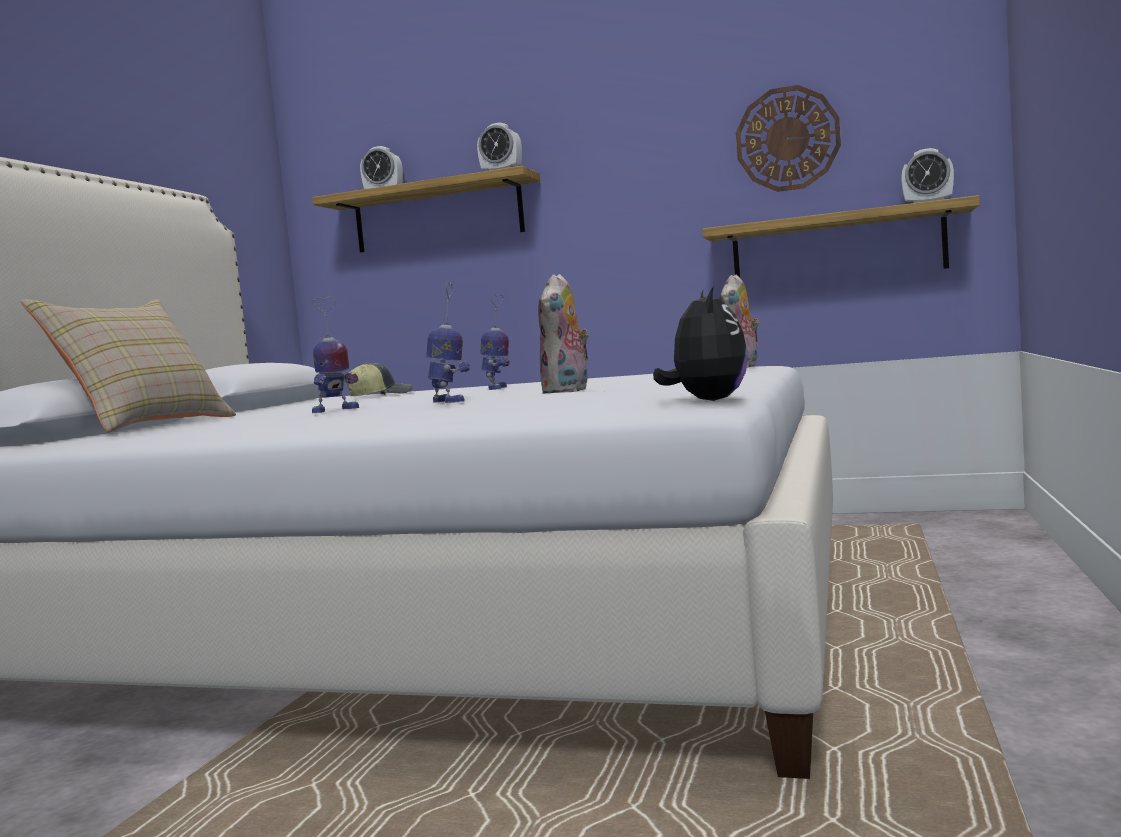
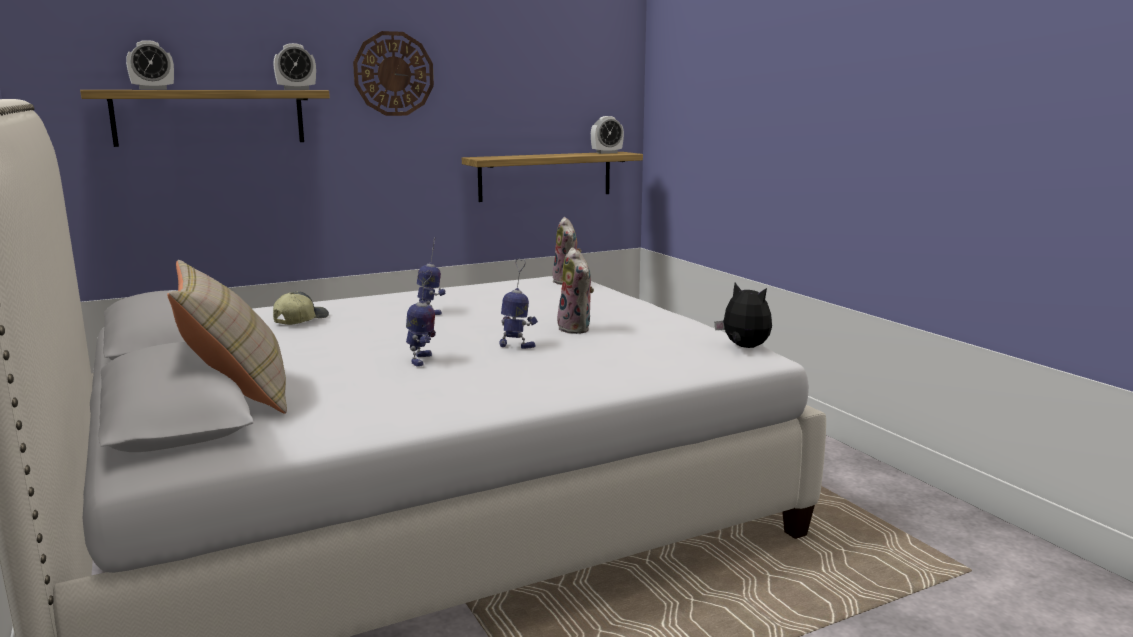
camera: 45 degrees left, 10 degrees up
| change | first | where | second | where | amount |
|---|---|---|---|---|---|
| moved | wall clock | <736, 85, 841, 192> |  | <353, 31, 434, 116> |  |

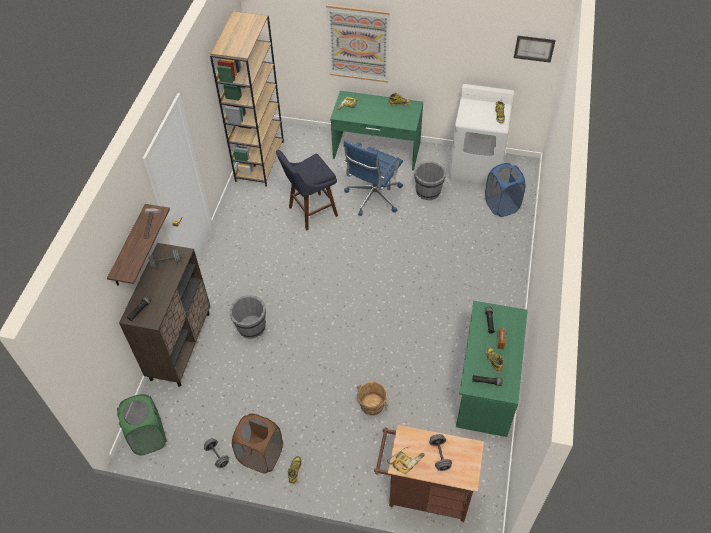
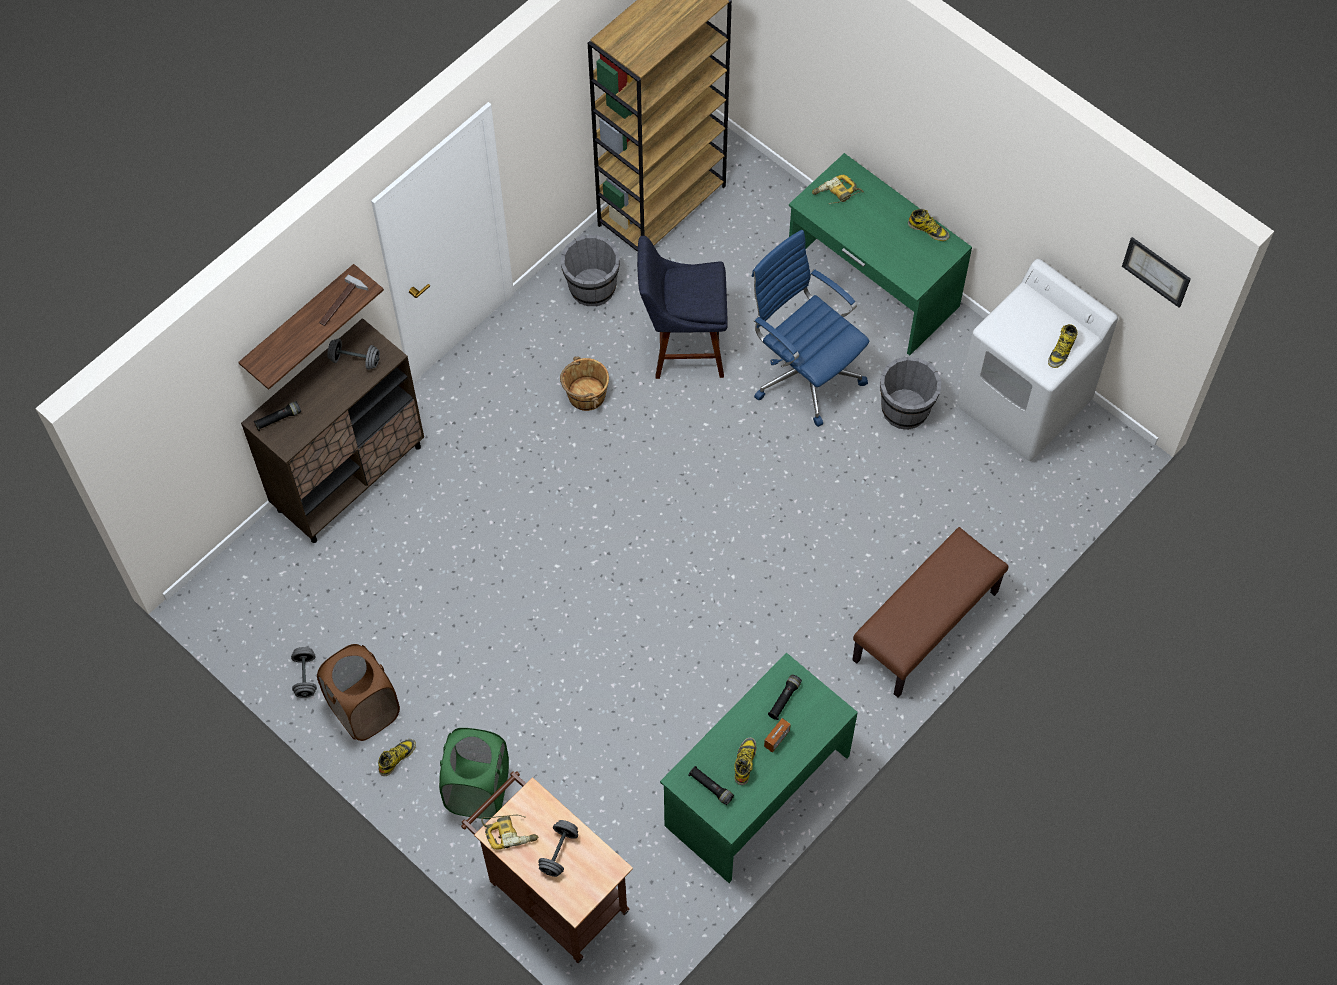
camera: 30 degrees right, 10 degrees up
| change | first | where | second | where | amount |
|---|---|---|---|---|---|
| removed | picture | <326, 5, 390, 83> |  |  |  |
| removed | laundry basket in blue | <485, 163, 525, 217> |  |  |  |
| added |  |  | bench in brown | <853, 527, 1008, 698> |  |
| moved | laundry basket in green | <117, 394, 167, 455> |  | <439, 728, 509, 819> |  |
| moved | bucket in grey | <229, 295, 266, 339> |  | <561, 235, 620, 307> |  |
| moved | bucket in brown | <357, 382, 388, 415> |  | <560, 356, 609, 411> |  |
| turned | office chair in blue | <344, 140, 403, 216> |  | <752, 230, 869, 427> | 75 degrees clockwise |

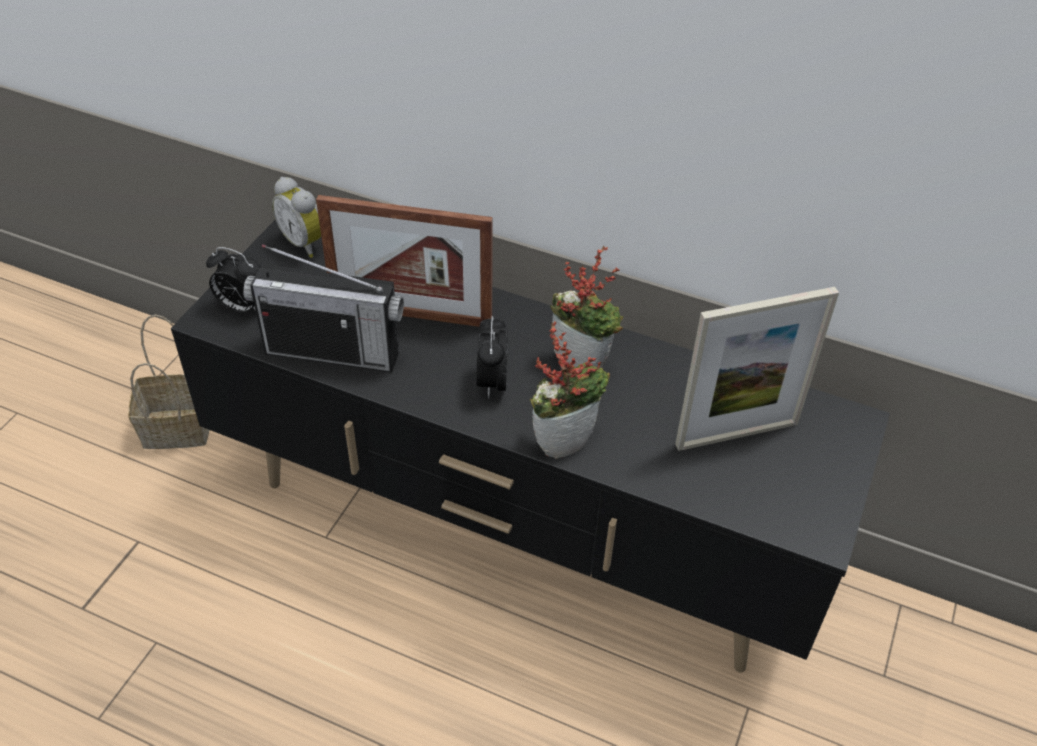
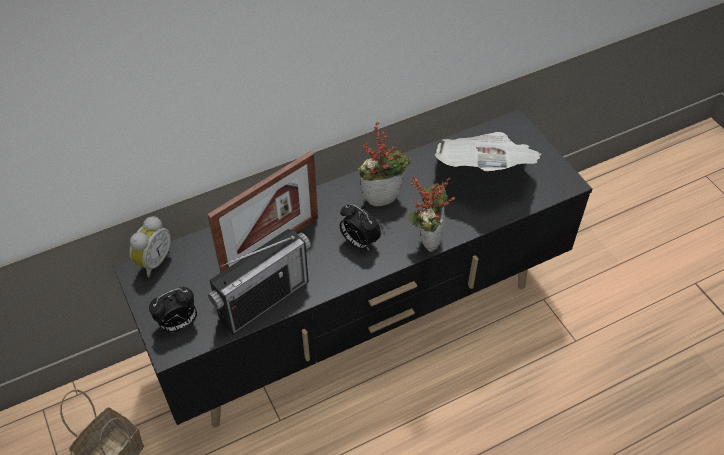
camera: 50 degrees left, 5 degrees up
| change | first | where | second | where | amount |
|---|---|---|---|---|---|
| replaced | picture frame | <675, 287, 839, 451> | newspaper | <435, 132, 541, 171> |  |
| turned | alarm clock | <272, 177, 321, 258> |  | <129, 216, 171, 277> | 60 degrees counterclockwise |

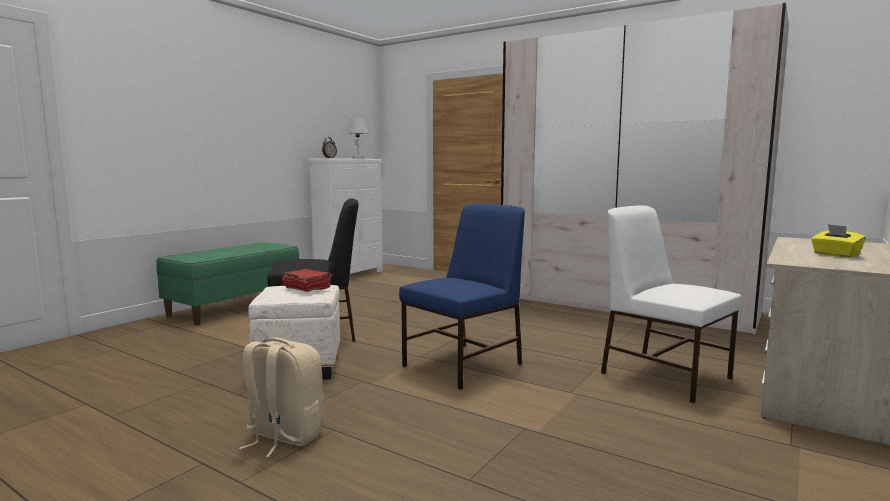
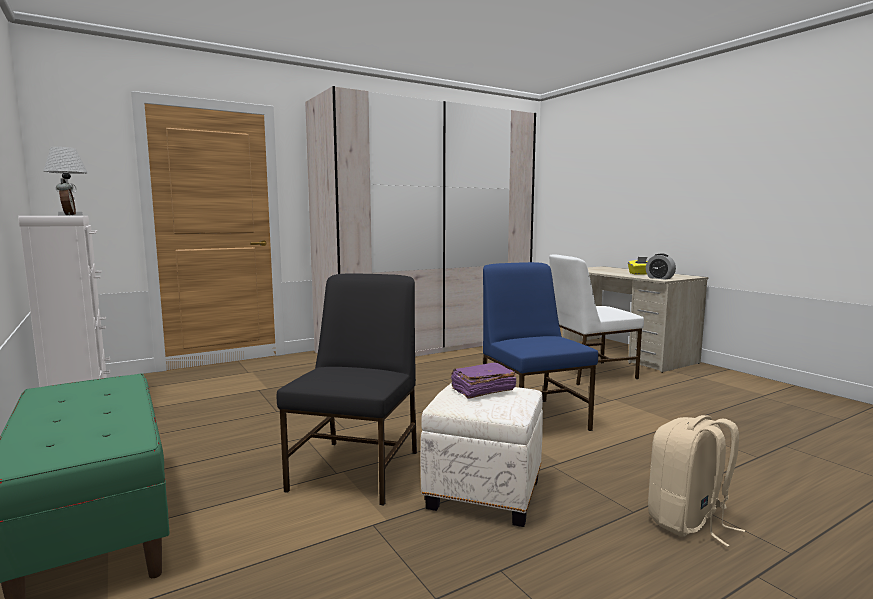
camera: 65 degrees left, 0 degrees up
| change | first | where | second | where | amount |
|---|---|---|---|---|---|
| added |  |  | alarm clock | <646, 254, 676, 280> |  |
| recoloured | book in red | <282, 269, 332, 292> | book in purple | <451, 363, 517, 399> |  |

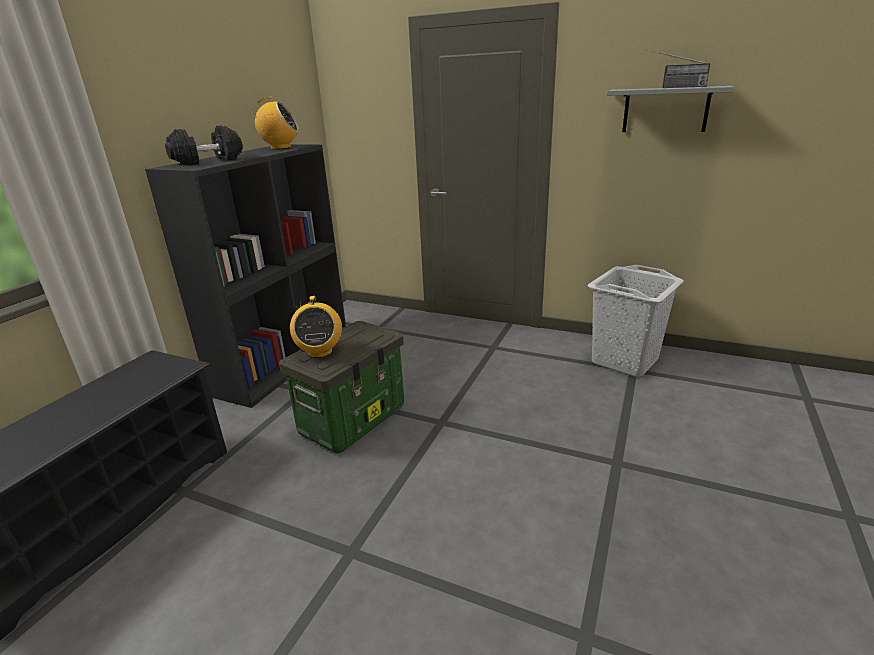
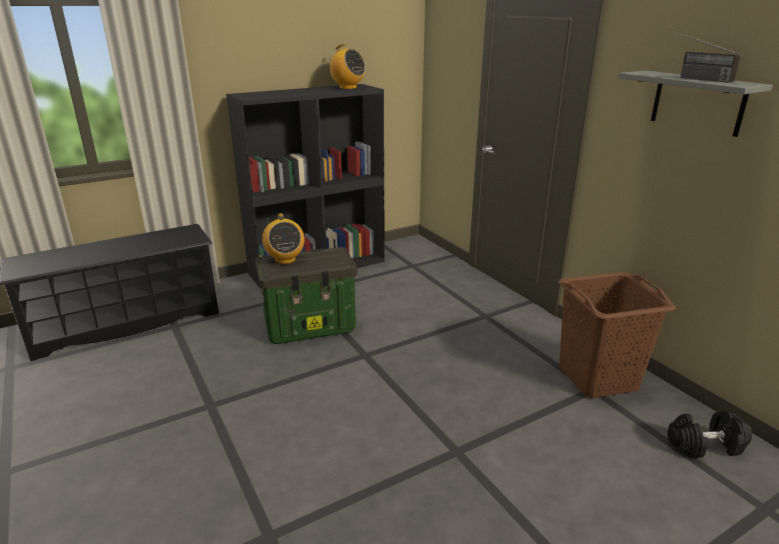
camera: 35 degrees right, 0 degrees up
| change | first | where | second | where | amount |
|---|---|---|---|---|---|
| moved | dumbbell in black | <165, 125, 243, 165> |  | <667, 411, 752, 459> |  |
| recoloured | laundry basket in grey | <588, 265, 684, 377> | laundry basket in brown | <558, 272, 676, 398> |  |
| turned | radio | <290, 296, 342, 358> |  | <262, 213, 305, 264> | 45 degrees counterclockwise |

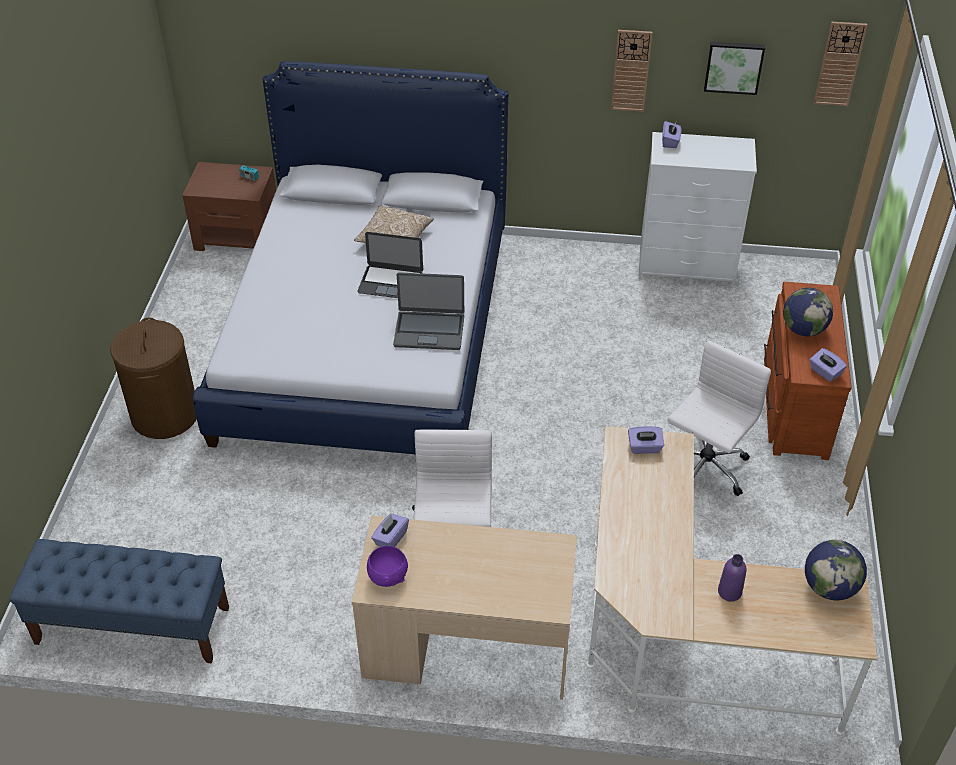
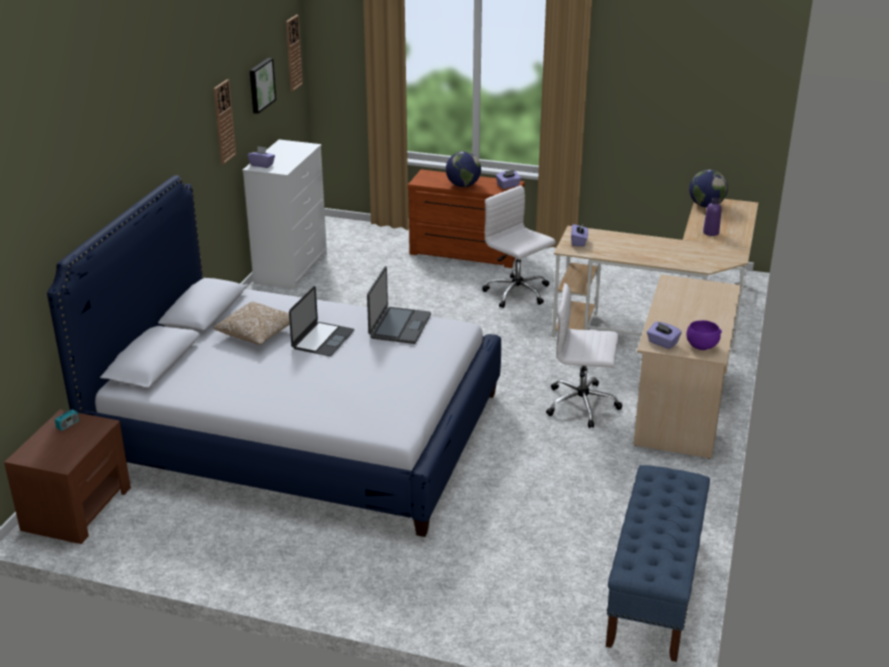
camera: 80 degrees left, 15 degrees down
| change | first | where | second | where | amount |
|---|---|---|---|---|---|
| removed | laundry basket in brown | <110, 318, 197, 439> |  |  |  |

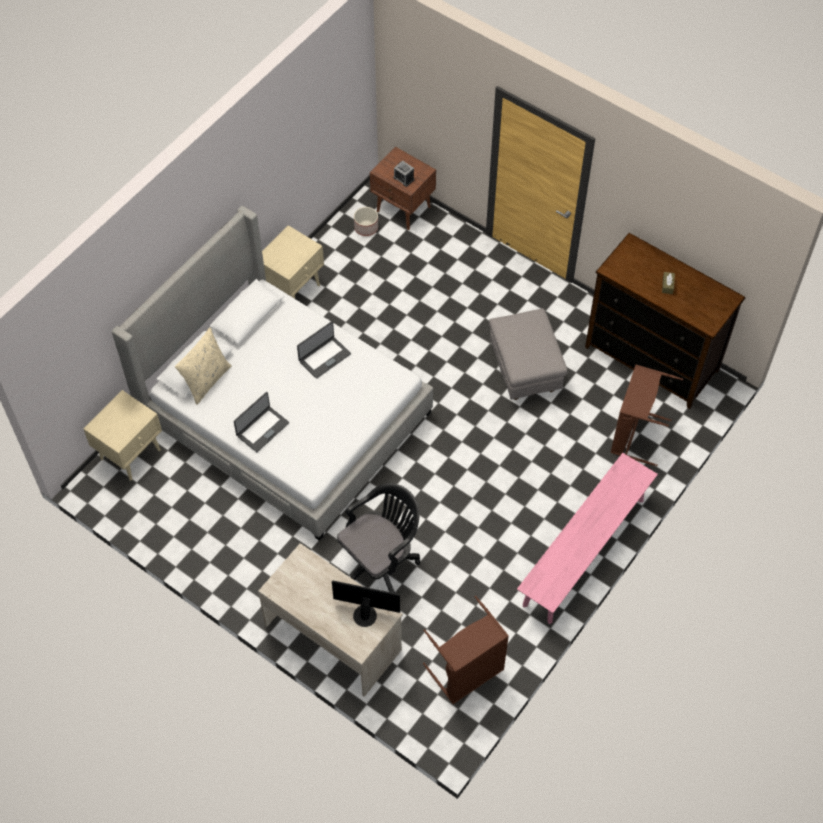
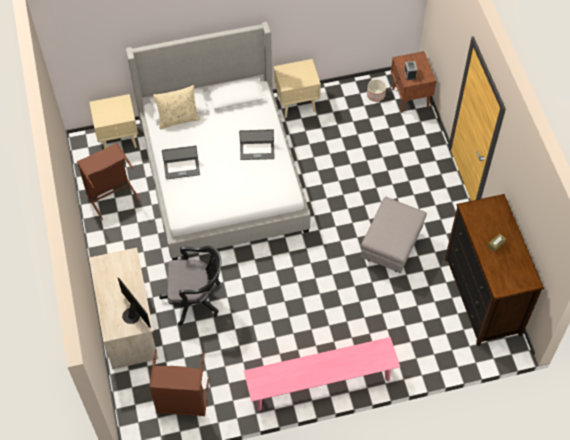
camera: 40 degrees right, 0 degrees up
| change | first | where | second | where | amount |
|---|---|---|---|---|---|
| moved | laundry basket in brown | <611, 365, 683, 466> |  | <77, 143, 141, 220> |  |

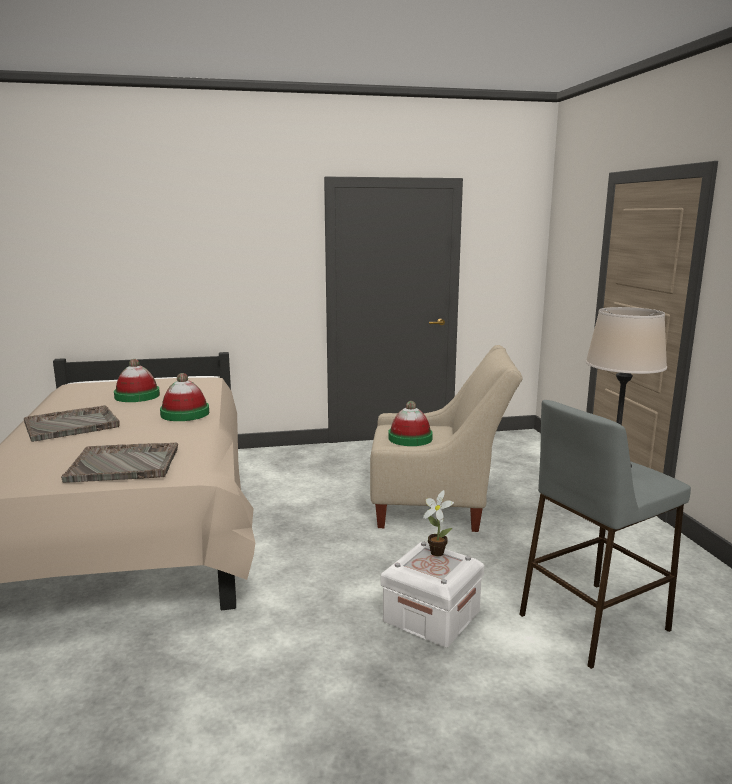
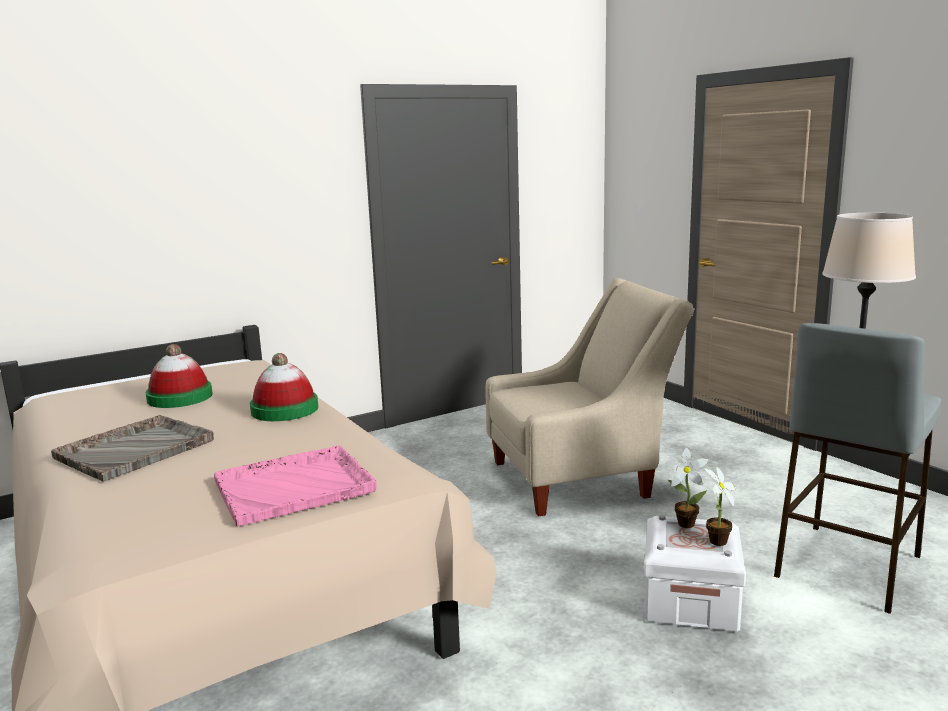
camera: 20 degrees left, 0 degrees up
| change | first | where | second | where | amount |
|---|---|---|---|---|---|
| removed | hat | <388, 401, 433, 446> |  |  |  |
| added |  |  | potted plant | <705, 466, 736, 546> |  |
| recoloured | tray in grey | <61, 442, 178, 483> | tray in pink | <214, 445, 376, 526> |  |

